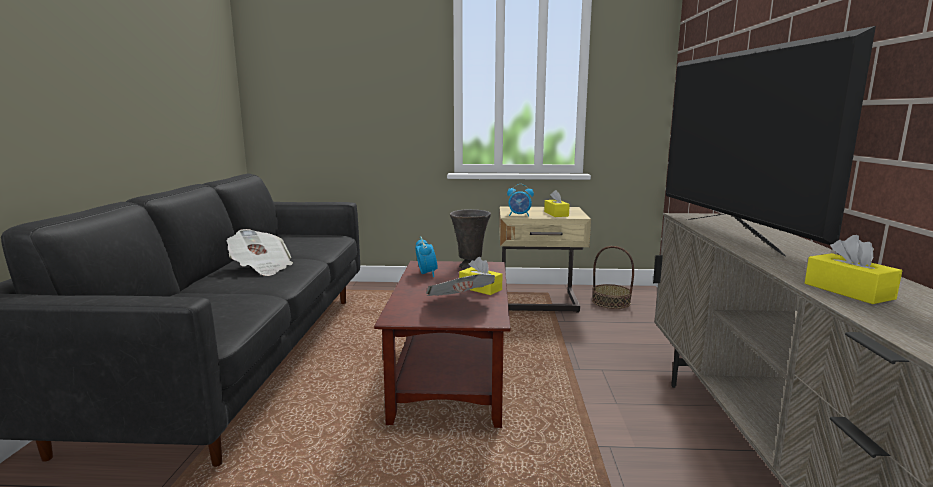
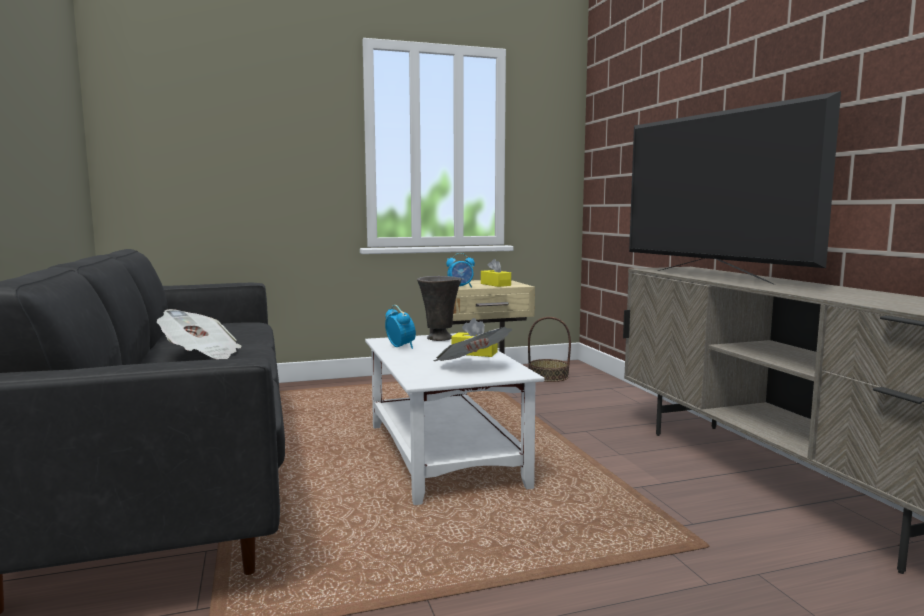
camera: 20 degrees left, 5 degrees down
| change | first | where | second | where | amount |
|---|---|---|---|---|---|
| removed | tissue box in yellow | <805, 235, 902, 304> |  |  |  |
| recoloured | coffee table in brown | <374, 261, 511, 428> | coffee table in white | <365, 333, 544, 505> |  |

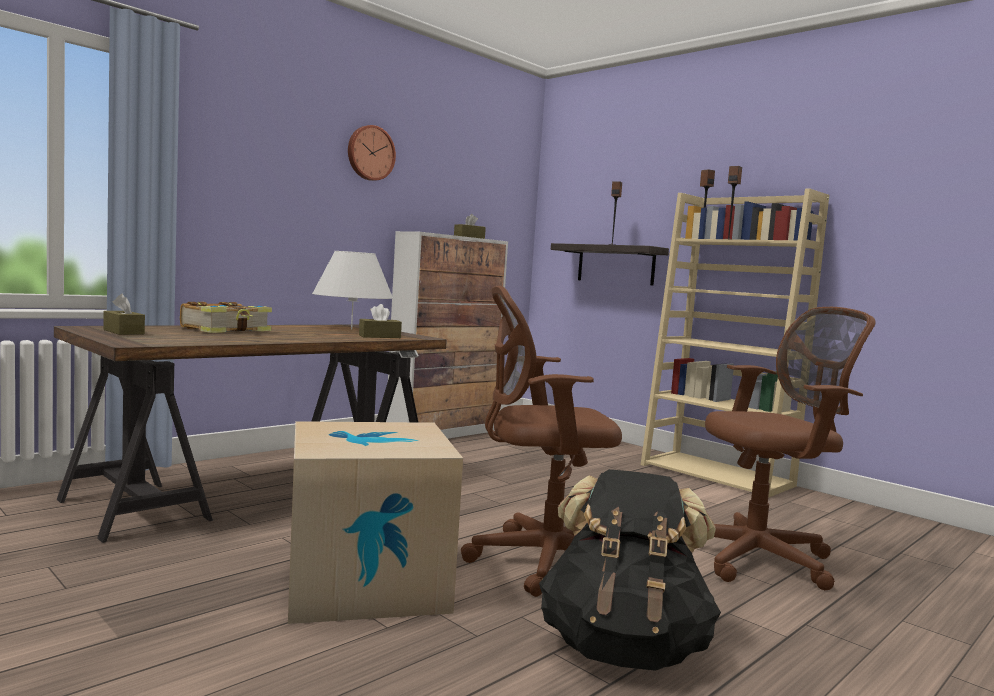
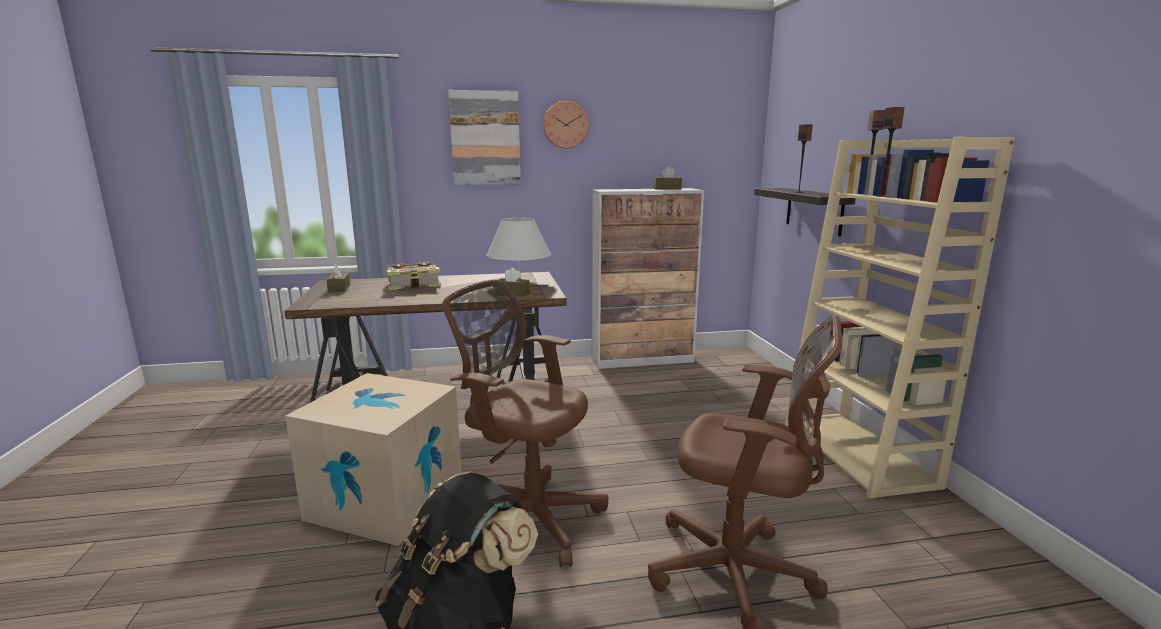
camera: 35 degrees right, 10 degrees up
| change | first | where | second | where | amount |
|---|---|---|---|---|---|
| added |  |  | picture | <448, 90, 521, 185> |  |

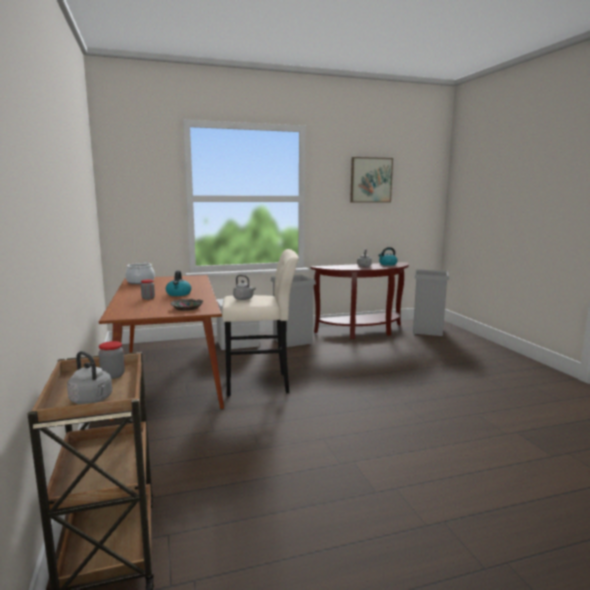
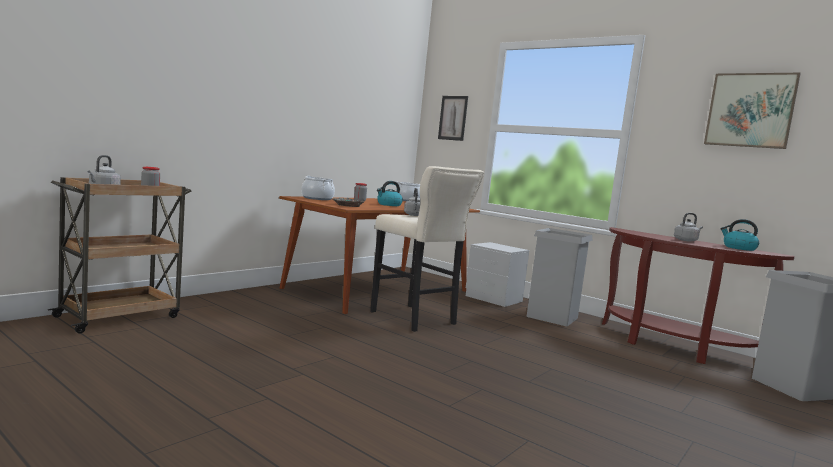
camera: 55 degrees right, 5 degrees down
| change | first | where | second | where | amount |
|---|---|---|---|---|---|
| added |  |  | cooking pot | <301, 176, 335, 200> |  |
| added |  |  | picture | <438, 96, 468, 141> |  |

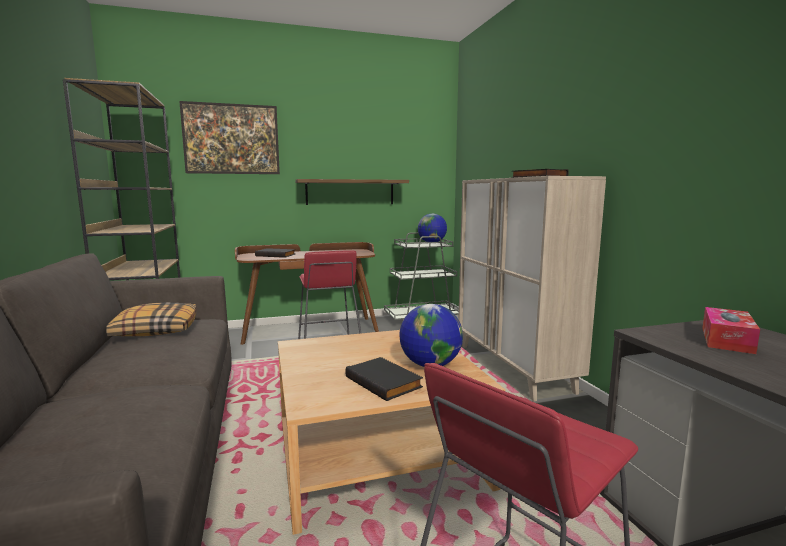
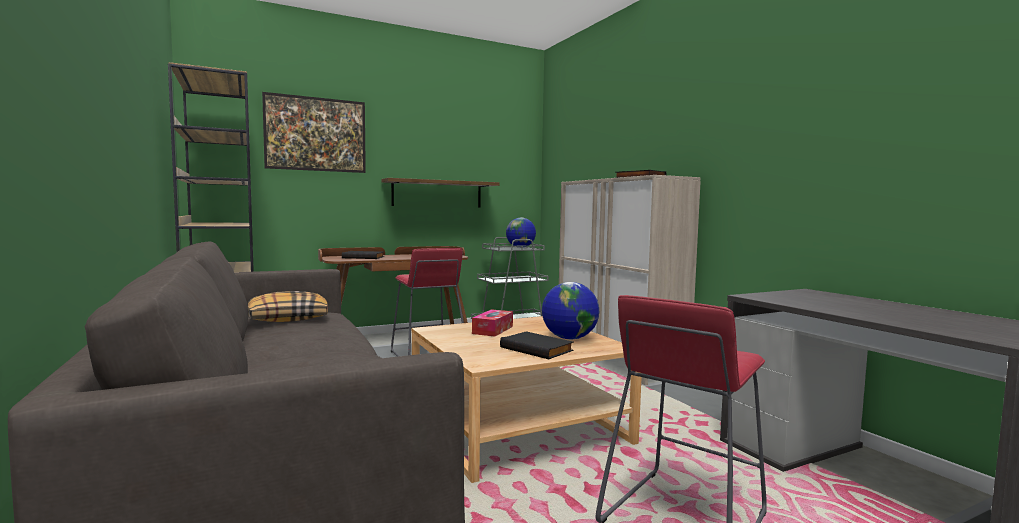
camera: 10 degrees left, 5 degrees down
| change | first | where | second | where | amount |
|---|---|---|---|---|---|
| moved | tissue box | <702, 307, 760, 354> |  | <472, 309, 513, 337> |  |

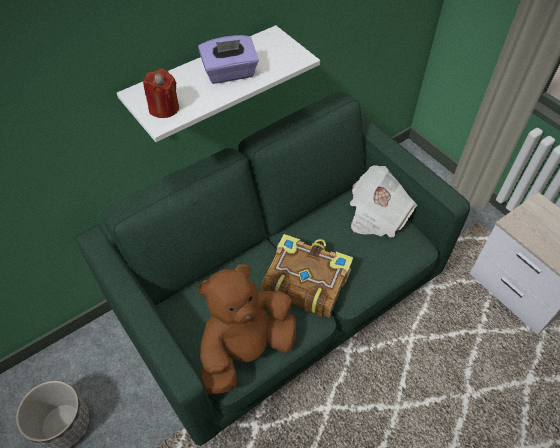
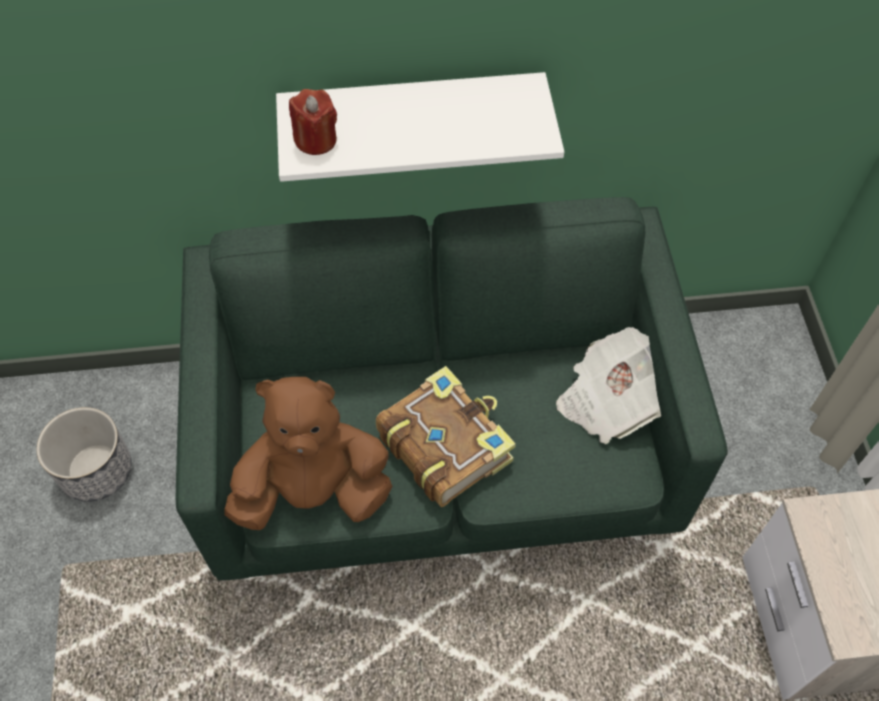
camera: 30 degrees right, 5 degrees up
| change | first | where | second | where | amount |
|---|---|---|---|---|---|
| removed | tissue box in purple | <198, 35, 259, 84> |  |  |  |

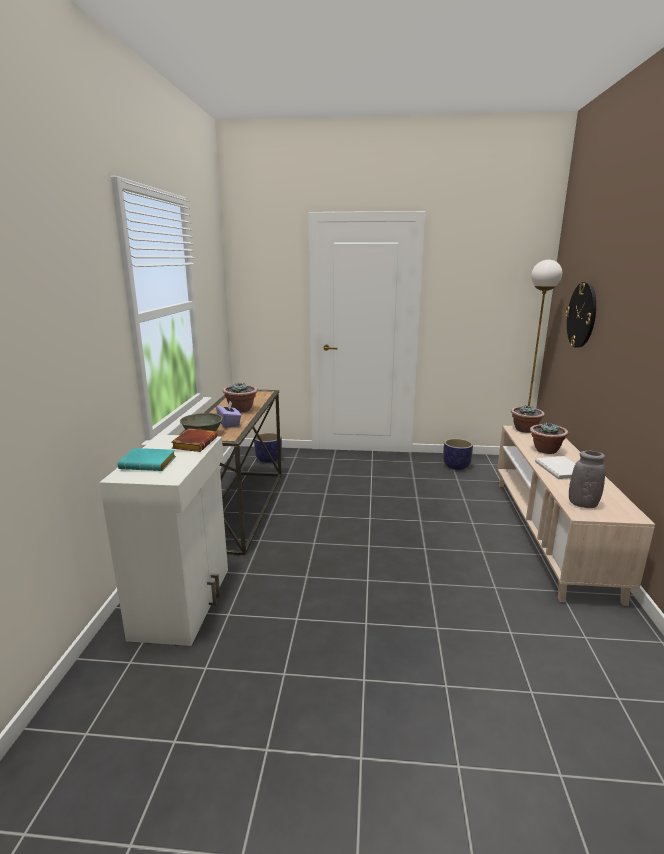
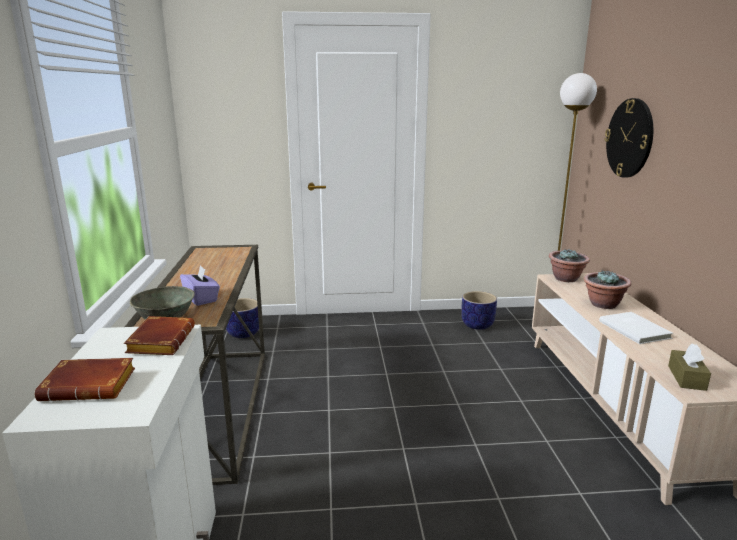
camera: 10 degrees left, 0 degrees up
| change | first | where | second | where | amount |
|---|---|---|---|---|---|
| removed | potted plant | <222, 382, 258, 412> |  |  |  |
| replaced | vase in grey | <569, 451, 605, 508> | tissue box in brown | <668, 344, 711, 391> |  |
| recoloured | book in turquoise | <118, 448, 176, 471> | book in brown | <35, 358, 135, 401> |  |

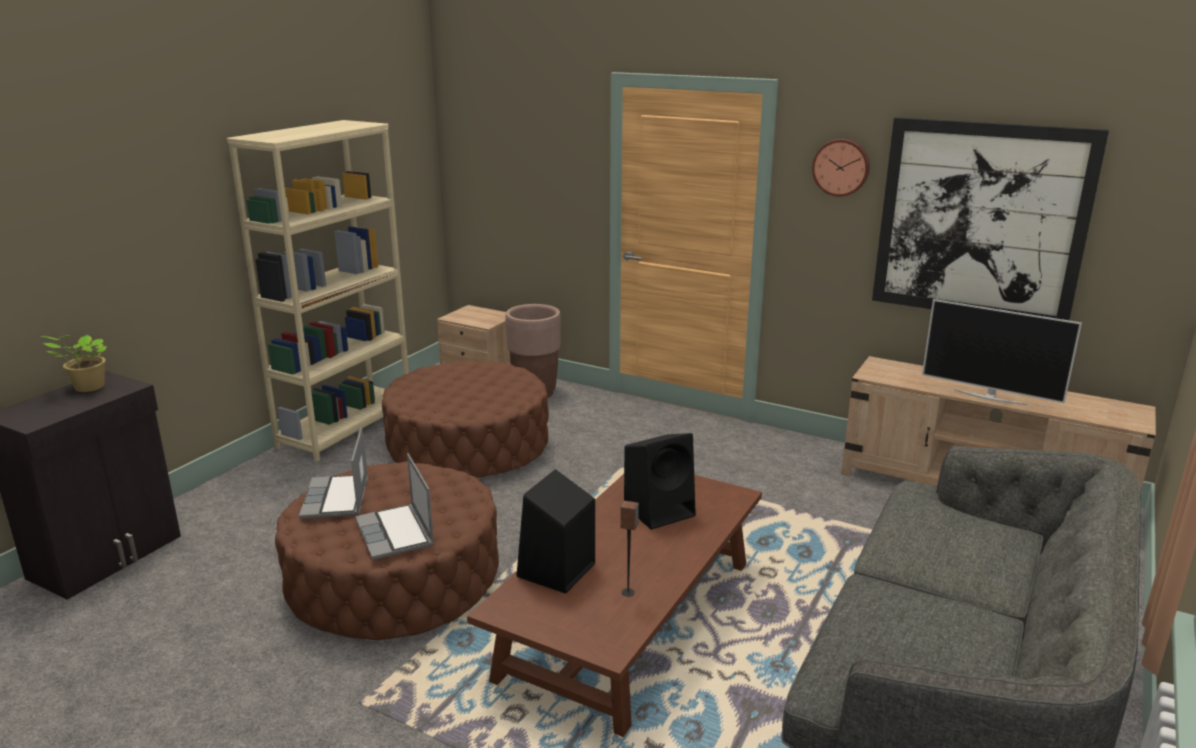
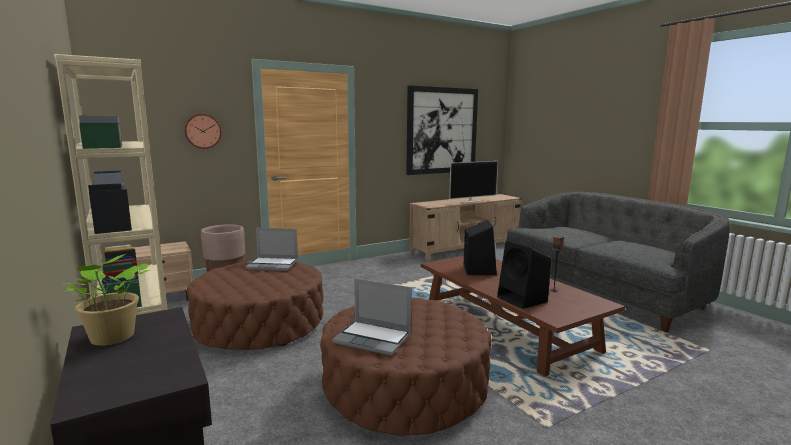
camera: 60 degrees left, 10 degrees down
| change | first | where | second | where | amount |
|---|---|---|---|---|---|
| moved | laptop | <355, 453, 434, 560> |  | <245, 228, 298, 271> |  |
| moved | wall clock | <812, 139, 870, 197> |  | <184, 114, 222, 149> |  |

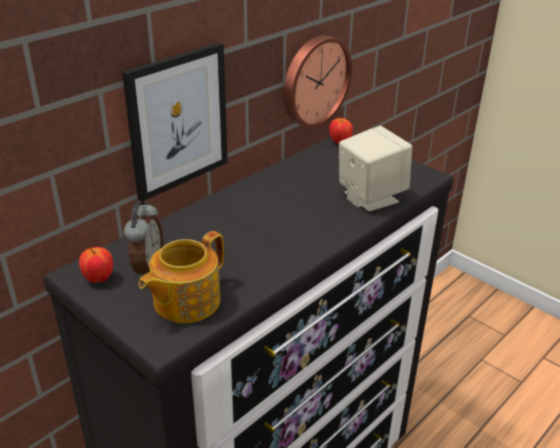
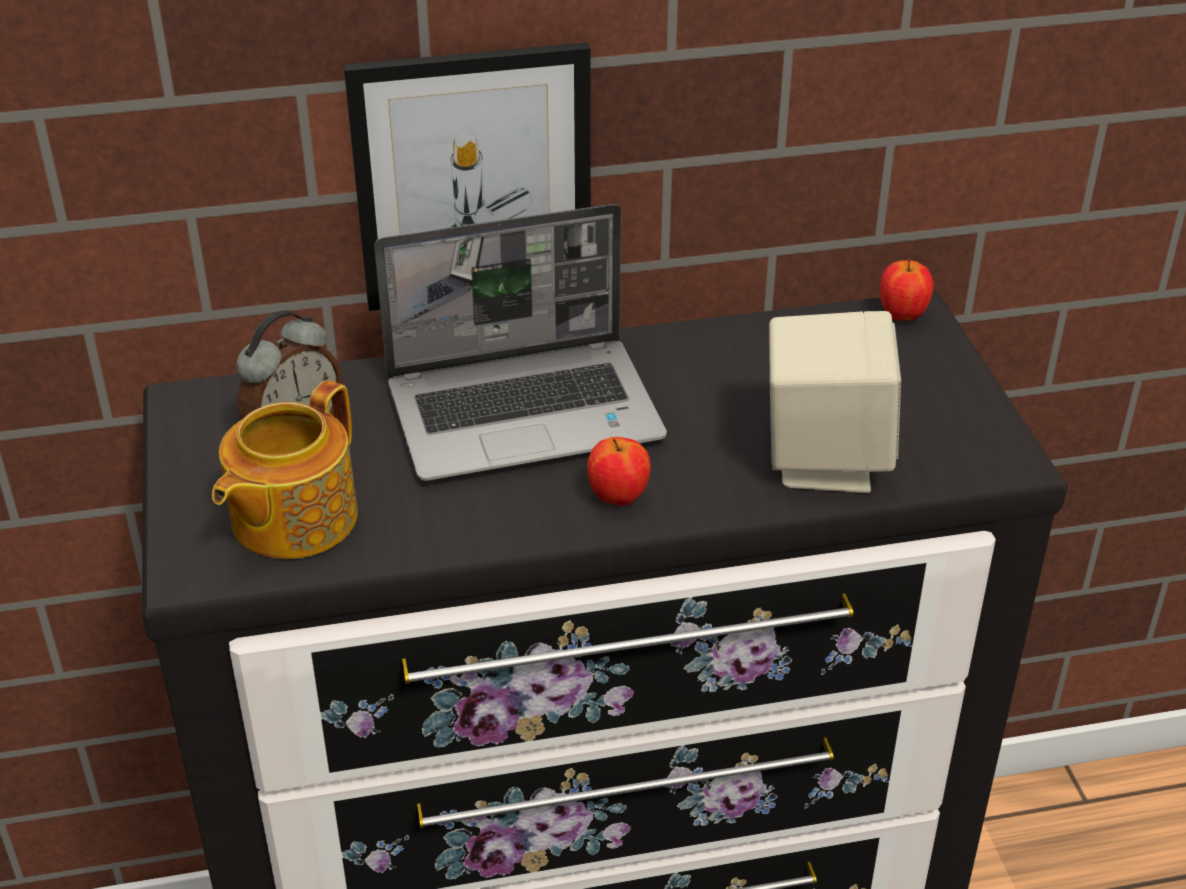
camera: 35 degrees right, 5 degrees up
| change | first | where | second | where | amount |
|---|---|---|---|---|---|
| removed | wall clock | <283, 35, 352, 129> |  |  |  |
| added |  |  | laptop | <374, 204, 667, 481> |  |
| moved | apple | <79, 247, 113, 283> |  | <587, 437, 651, 506> |  |
| turned | teapot | <138, 231, 224, 323> |  | <212, 380, 358, 559> | 45 degrees counterclockwise |

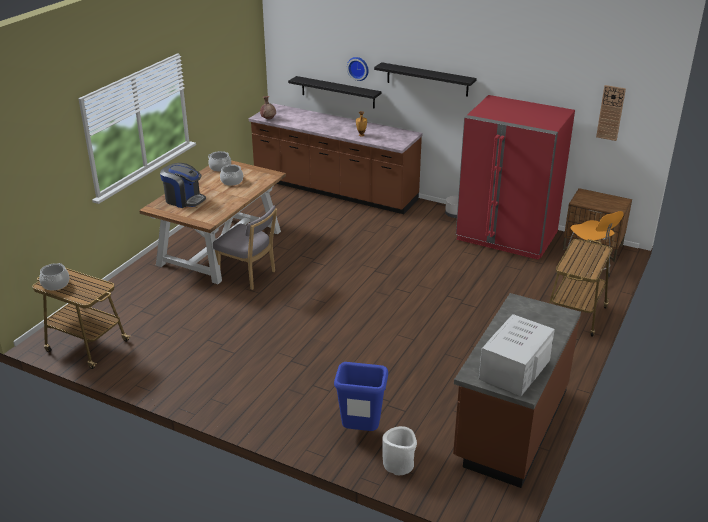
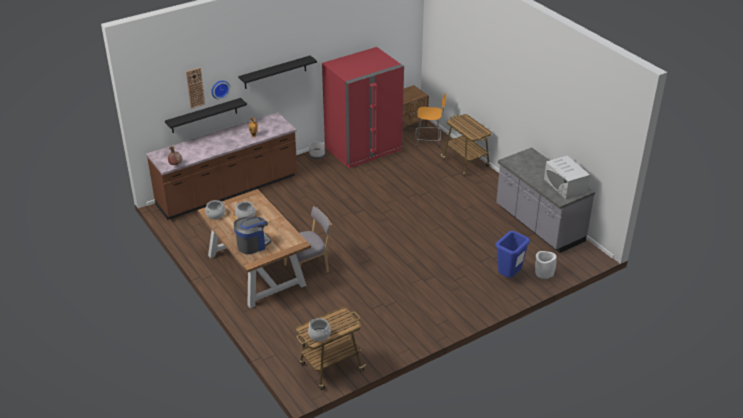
camera: 60 degrees left, 5 degrees up
| change | first | where | second | where | amount |
|---|---|---|---|---|---|
| moved | wall clock | <596, 85, 626, 141> |  | <186, 68, 205, 109> |  |
| recoloured | counter in brown | <453, 293, 581, 488> | counter in grey | <496, 147, 595, 253> |  |

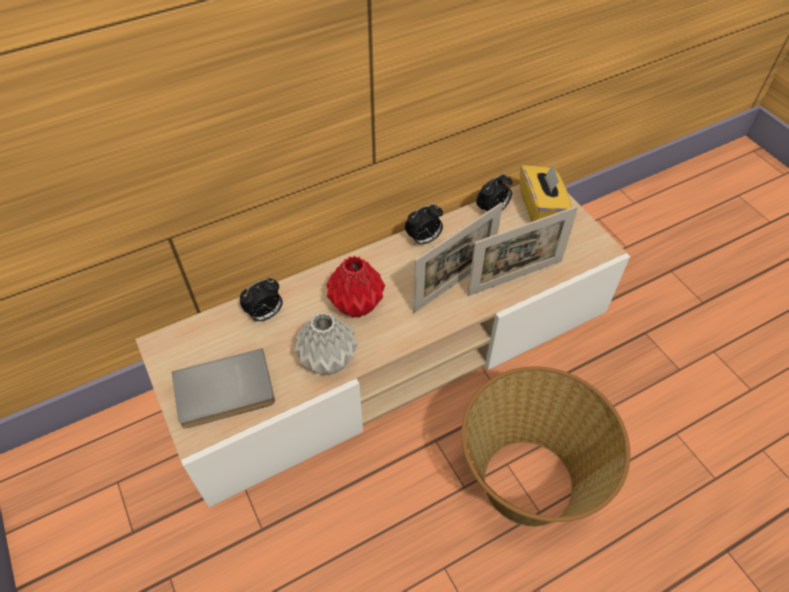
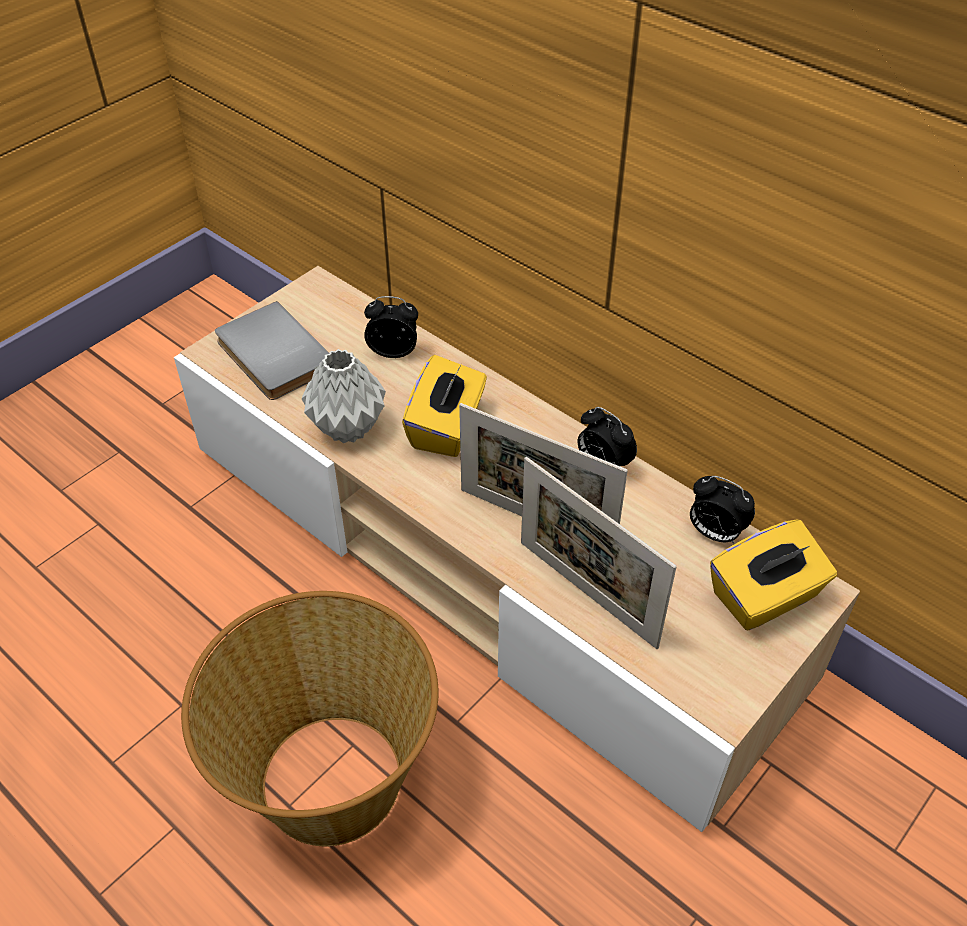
camera: 70 degrees right, 5 degrees down
| change | first | where | second | where | amount |
|---|---|---|---|---|---|
| replaced | vase in red | <326, 256, 385, 318> | tissue box in yellow | <402, 355, 487, 457> |  |
| turned | alarm clock | <240, 278, 282, 321> |  | <364, 296, 418, 358> | 150 degrees clockwise |

